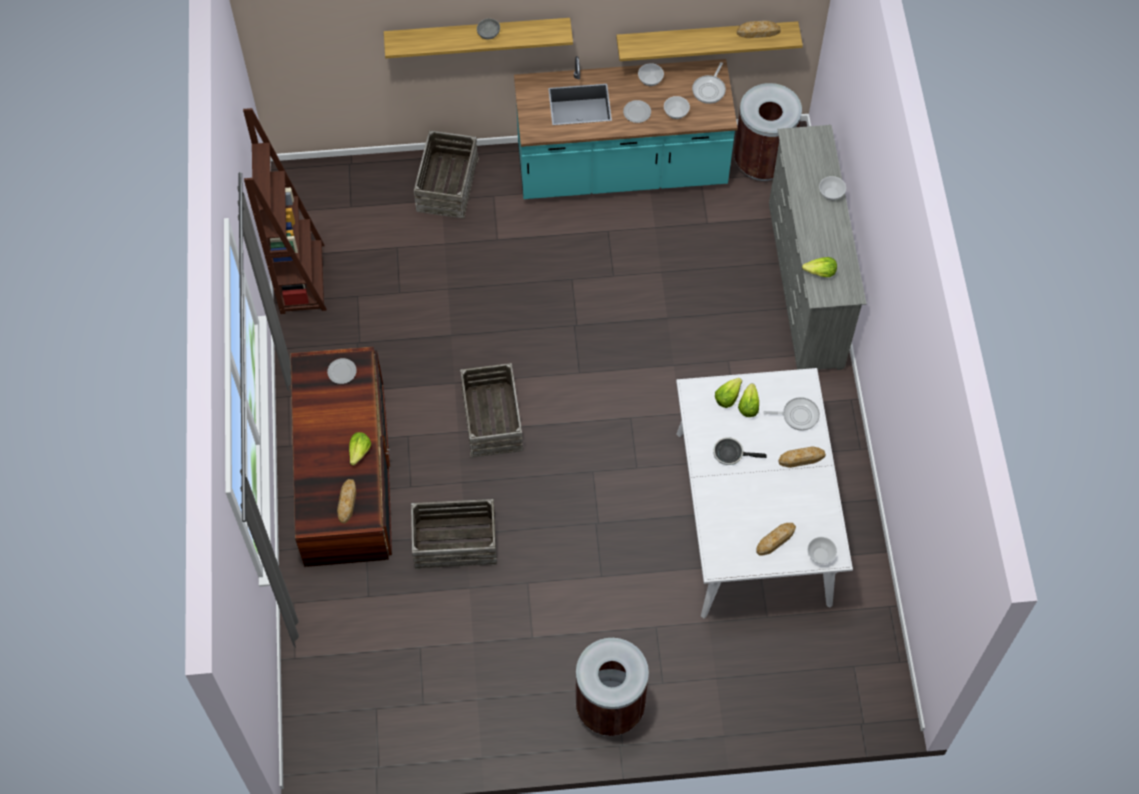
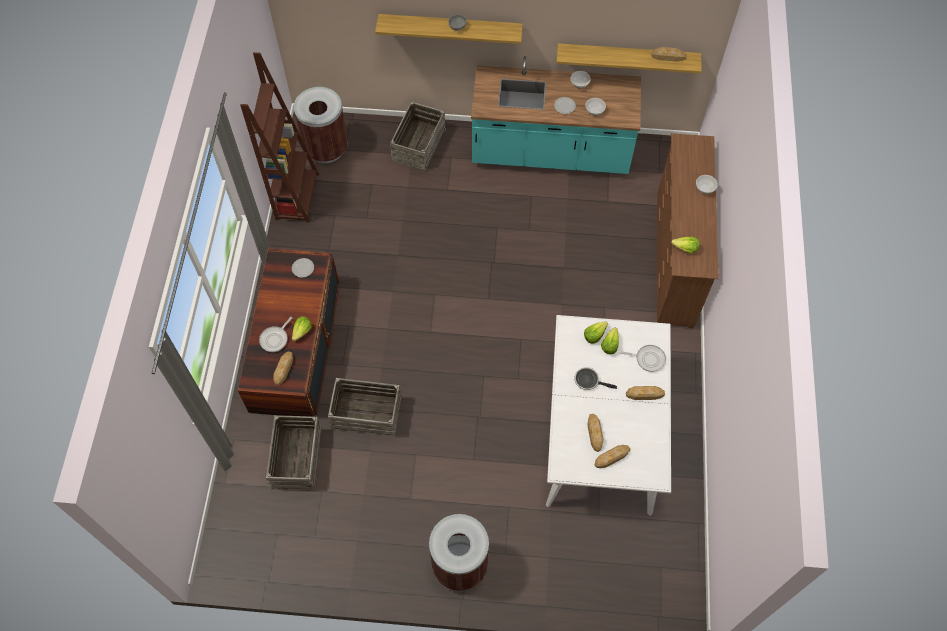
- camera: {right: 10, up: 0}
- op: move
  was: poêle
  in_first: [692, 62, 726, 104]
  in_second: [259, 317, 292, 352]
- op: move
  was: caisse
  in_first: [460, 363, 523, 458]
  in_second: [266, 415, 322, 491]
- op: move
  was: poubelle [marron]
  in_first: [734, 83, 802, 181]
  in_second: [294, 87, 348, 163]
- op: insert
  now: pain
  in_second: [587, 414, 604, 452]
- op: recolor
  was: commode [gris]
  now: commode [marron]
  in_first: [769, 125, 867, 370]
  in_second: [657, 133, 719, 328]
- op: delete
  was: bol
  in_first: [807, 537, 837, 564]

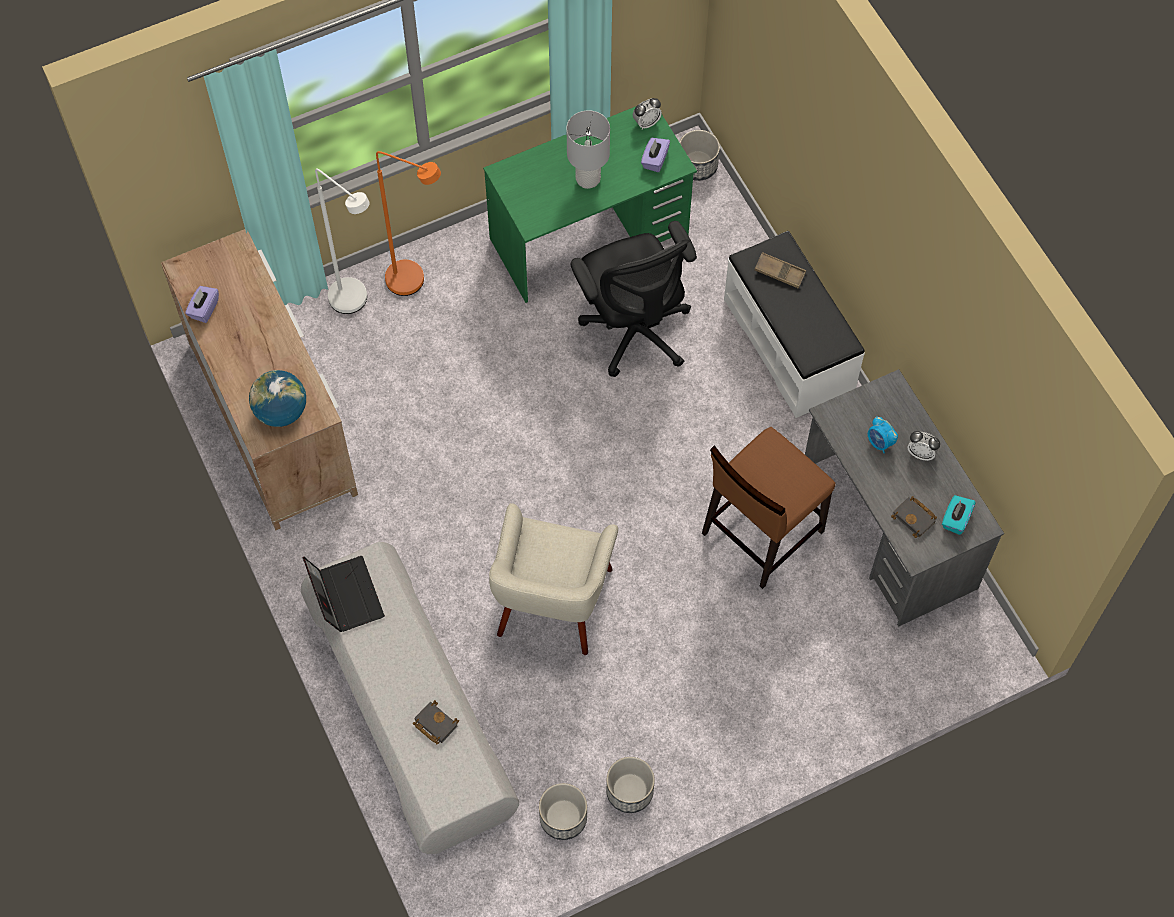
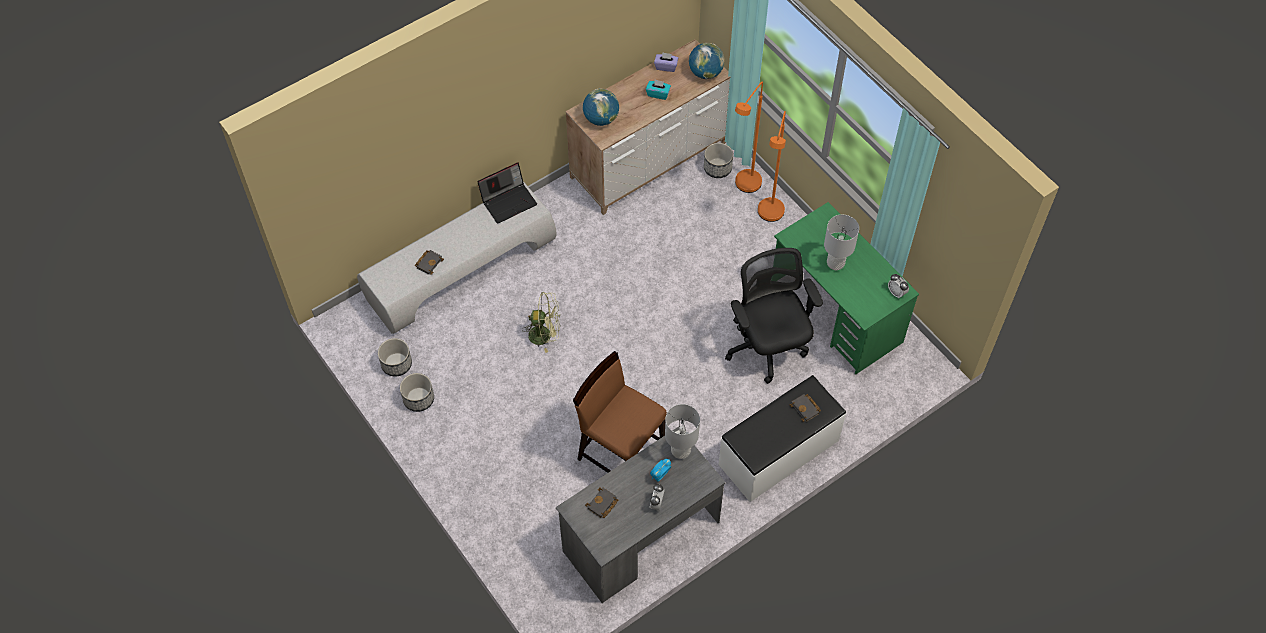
- camera: {right: 80, up: -5}
- op: replace
  was: fauteuil [beige]
  now: ventilateur [vert]
  in_first: [489, 503, 618, 655]
  in_second: [522, 292, 560, 353]
- op: move
  was: boîte à mouchoirs [turquoise]
  in_first: [942, 495, 976, 535]
  in_second: [646, 80, 671, 100]
- op: insert
  now: lampe de table [gris]
  in_second: [665, 404, 700, 459]
- op: insert
  now: globe
  in_second: [689, 43, 725, 79]
- op: move
  was: cache-pot
  in_first: [679, 130, 720, 181]
  in_second: [704, 143, 733, 178]
- op: rotate
  was: chaise de bureau [noir]
  in_first: [570, 221, 697, 377]
  in_second: [725, 248, 823, 384]
  clockwise: 105
- op: recolor
  was: lampadaire [blanc]
  now: lampadaire [orange]
  in_first: [315, 168, 370, 314]
  in_second: [735, 82, 763, 193]
- op: replace
  was: plateau [marron]
  now: livre [noir]
  in_first: [754, 252, 806, 289]
  in_second: [790, 394, 821, 422]
- op: delete
  was: boîte à mouchoirs [violet]
  in_first: [641, 138, 670, 172]

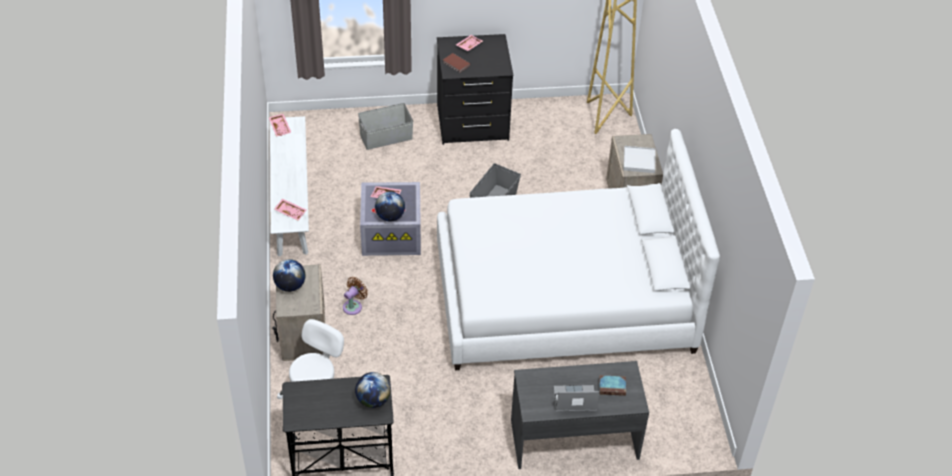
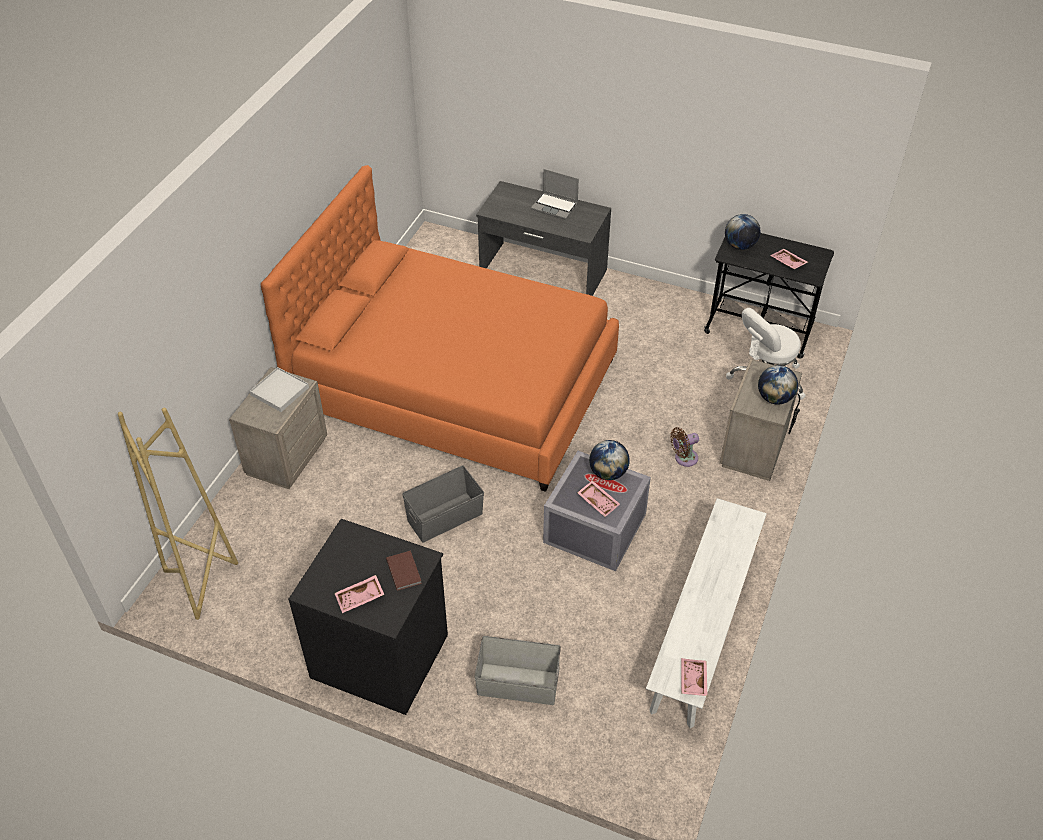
- camera: {right: -150, up: 0}
- op: recolor
  was: lit [blanc]
  now: lit [orange]
  in_first: [437, 129, 720, 370]
  in_second: [261, 165, 619, 492]
- op: move
  was: plateau [rose]
  in_first: [274, 198, 306, 221]
  in_second: [770, 249, 808, 269]
- op: delete
  was: livre
  in_first: [599, 375, 626, 396]

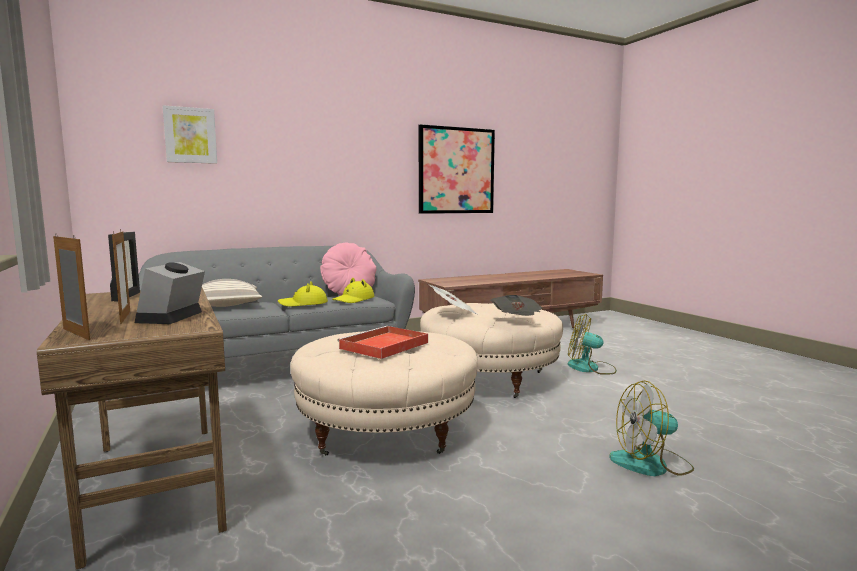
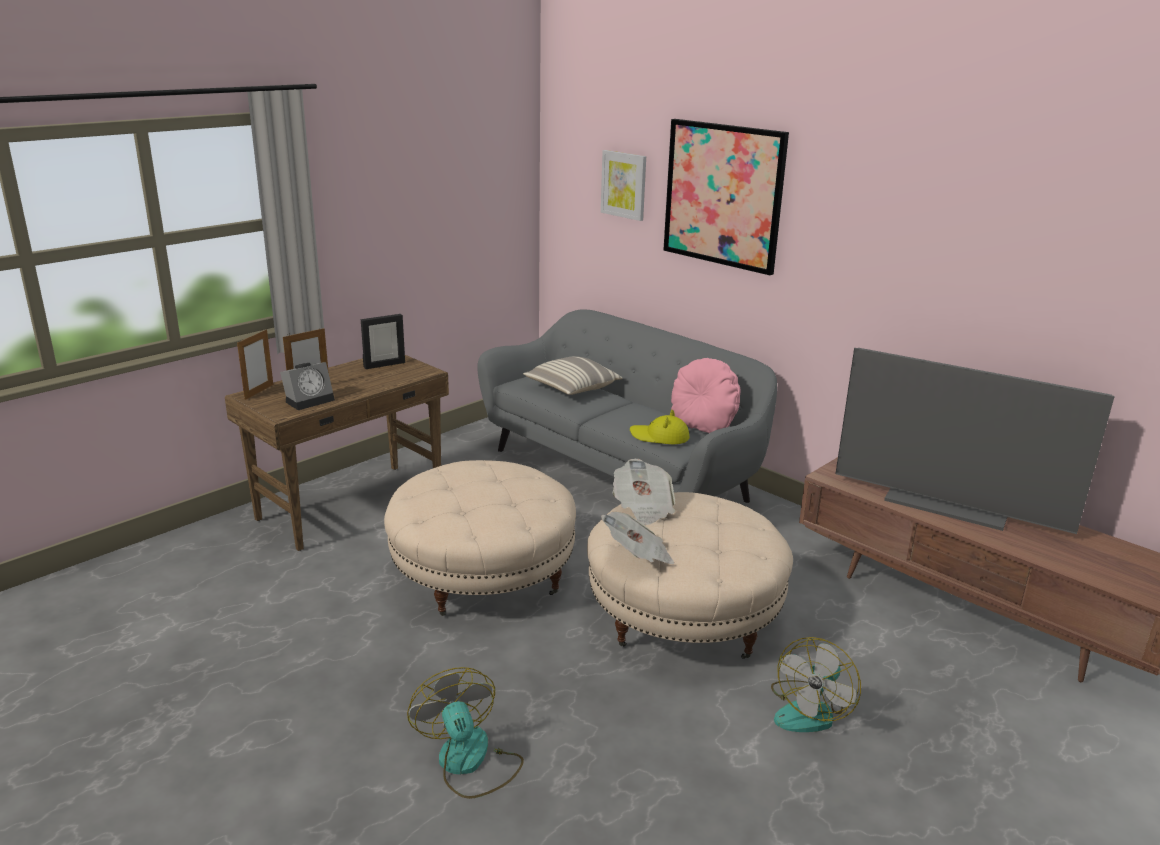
- camera: {right: 70, up: 15}
- op: rotate
  was: réveil
  in_first: [135, 262, 205, 324]
  in_second: [280, 362, 335, 410]
  clockwise: 150
- op: move
  was: tableau
  in_first: [419, 124, 495, 214]
  in_second: [664, 119, 789, 275]
- op: rotate
  was: ventilateur
  in_first: [568, 314, 617, 374]
  in_second: [771, 637, 861, 732]
  clockwise: -150
- op: insert
  now: téléviseur
  in_second: [835, 348, 1115, 534]
- op: delete
  was: chapeau [jaune]
  in_first: [278, 281, 328, 307]
- op: delete
  was: plateau [rouge]
  in_first: [337, 326, 428, 359]

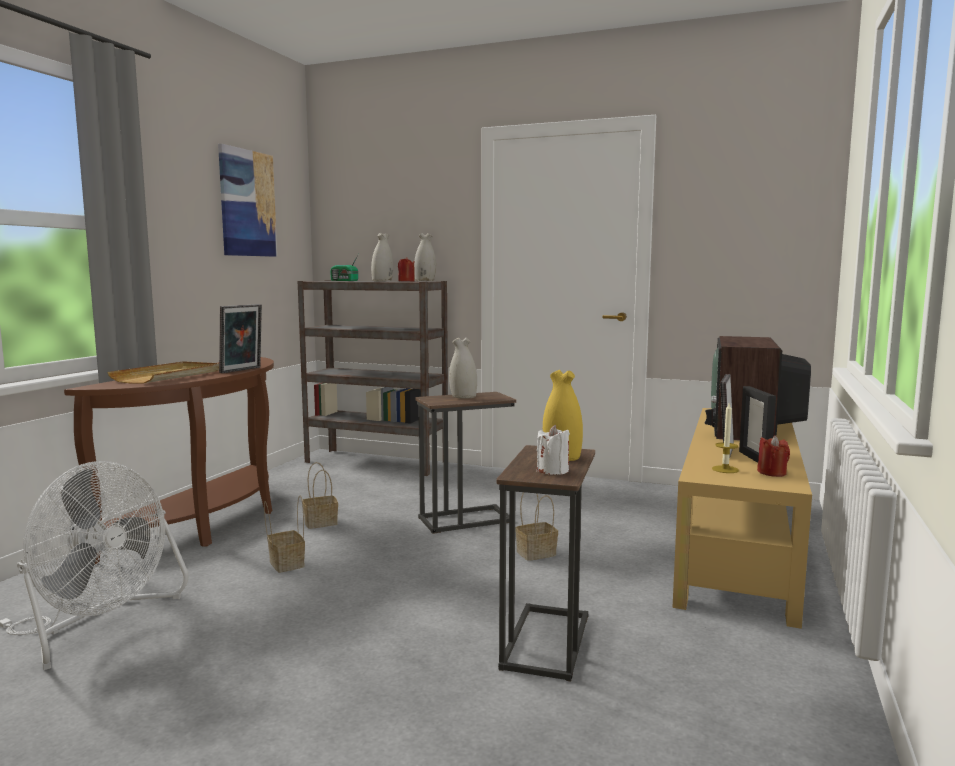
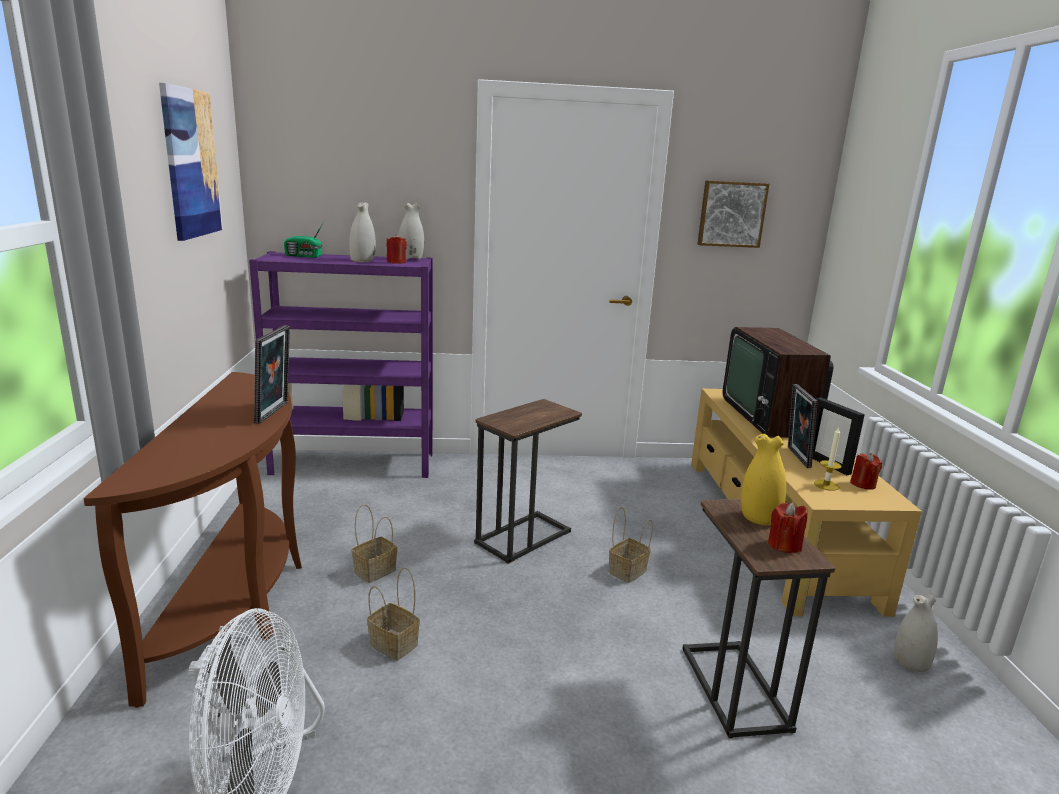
- camera: {right: -25, up: 10}
- op: recolor
  was: bibliothèque [gris]
  now: bibliothèque [violet]
  in_first: [298, 280, 448, 476]
  in_second: [249, 251, 433, 478]
- op: insert
  now: tableau
  in_second: [698, 180, 769, 248]
- op: recolor
  was: bougie [blanc]
  now: bougie [rouge]
  in_first: [537, 425, 570, 475]
  in_second: [768, 502, 808, 553]
- op: move
  was: vase [blanc]
  in_first: [449, 338, 477, 399]
  in_second: [894, 594, 938, 672]
- op: delete
  was: plateau [beige]
  in_first: [107, 361, 219, 384]

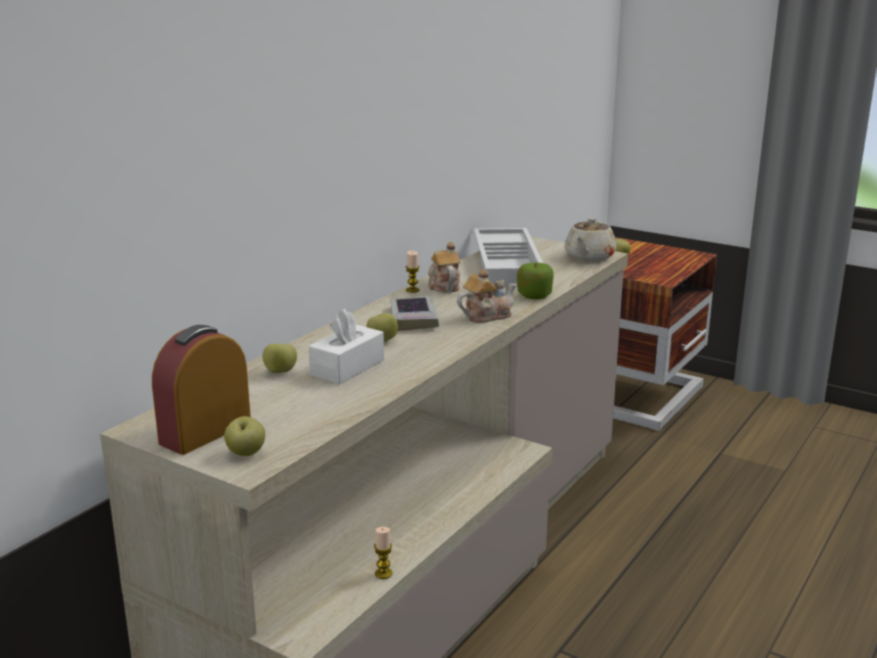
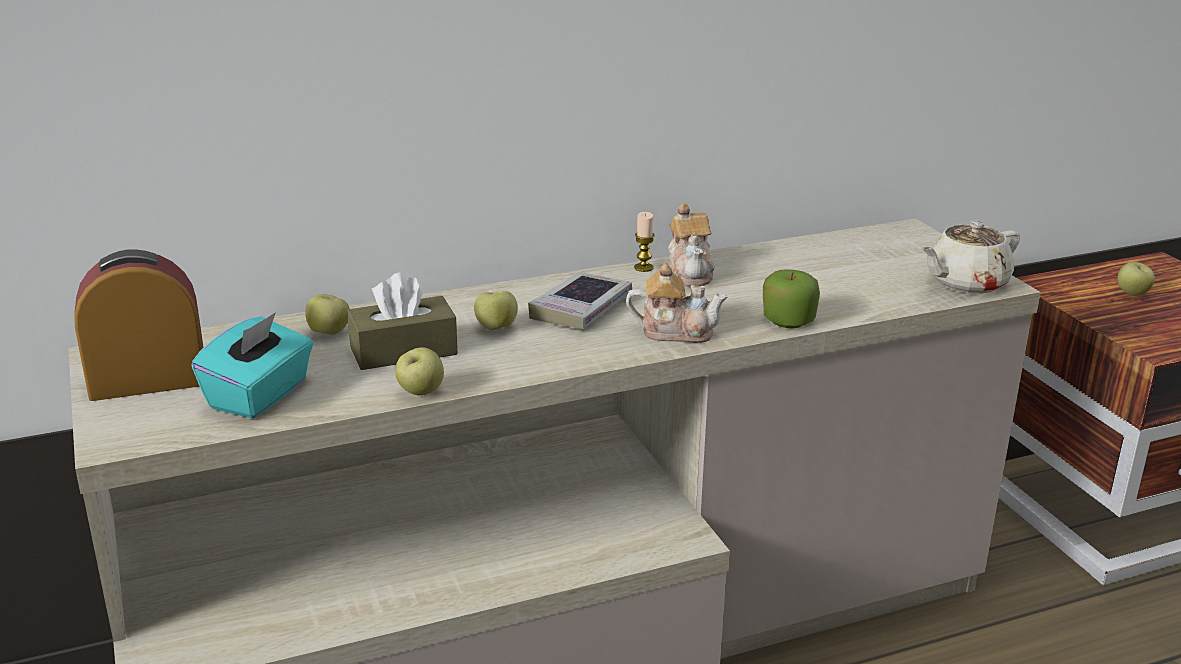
- camera: {right: 35, up: 5}
- op: insert
  now: boîte à mouchoirs [turquoise]
  in_second: [191, 312, 313, 419]
- op: recolor
  was: boîte à mouchoirs [blanc]
  now: boîte à mouchoirs [marron]
  in_first: [309, 309, 384, 384]
  in_second: [347, 272, 458, 370]
- op: move
  was: pomme
  in_first: [224, 416, 265, 456]
  in_second: [395, 348, 444, 396]
- op: rotate
  was: théière
  in_first: [428, 242, 460, 293]
  in_second: [668, 203, 715, 287]
  clockwise: 150
- op: delete
  was: bougie
  in_first: [374, 527, 392, 579]
- op: delete
  was: plateau [blanc]
  in_first: [474, 228, 543, 287]

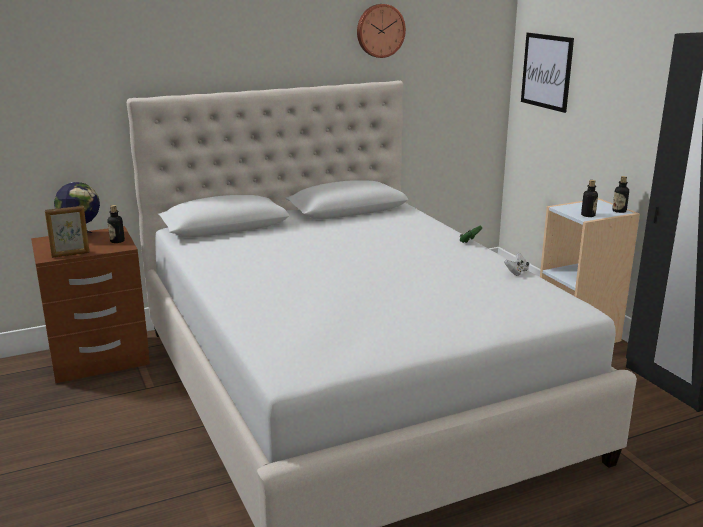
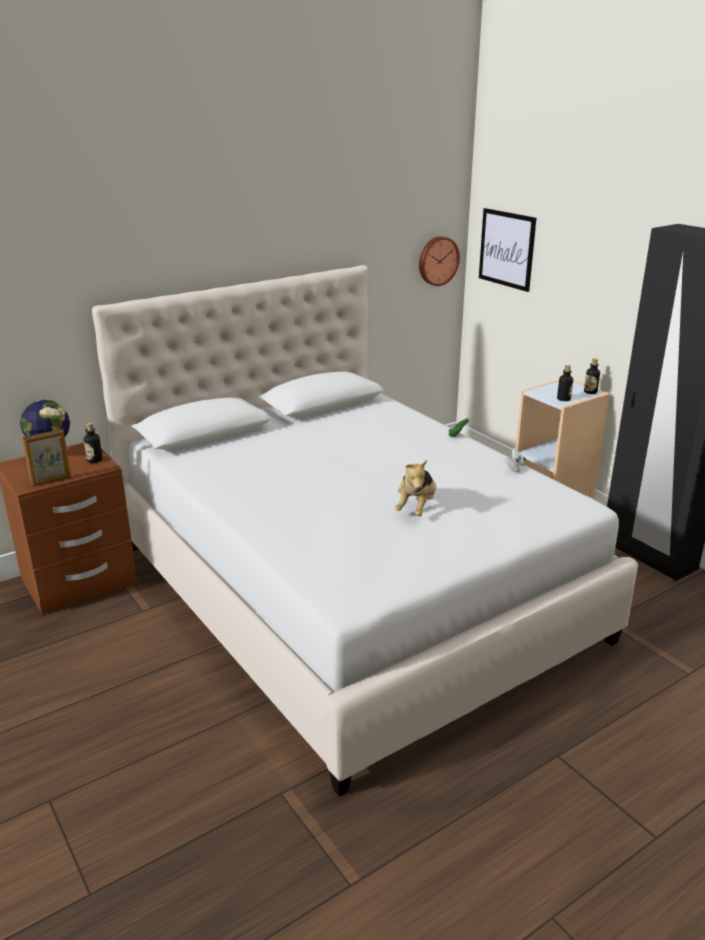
- camera: {right: -10, up: 5}
- op: insert
  now: peluche
  in_second: [394, 460, 436, 516]
- op: move
  was: horloge murale
  in_first: [357, 4, 406, 58]
  in_second: [419, 236, 460, 286]

